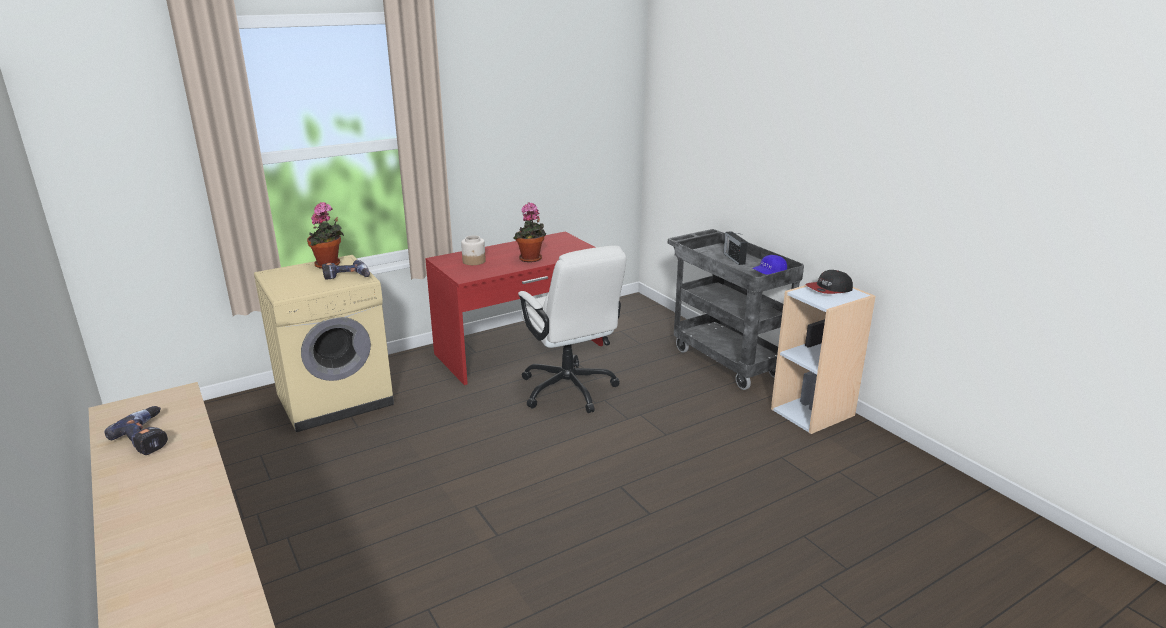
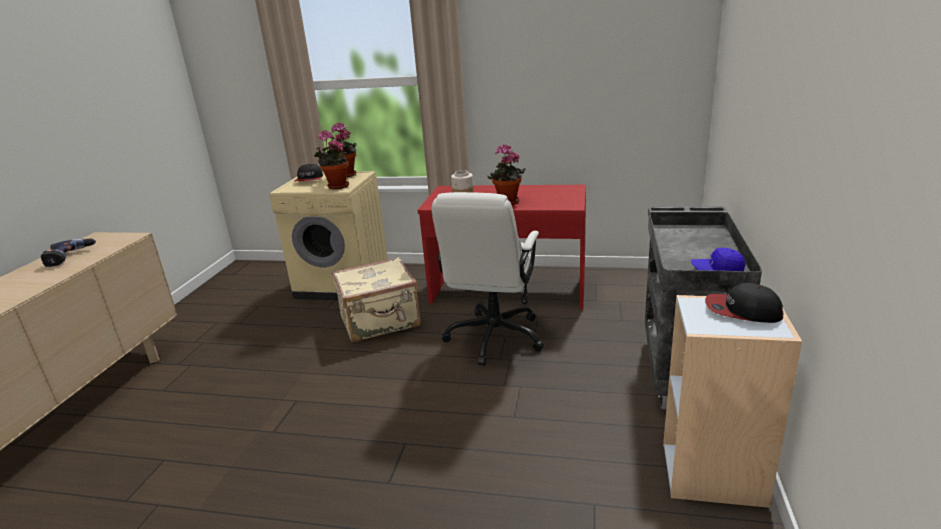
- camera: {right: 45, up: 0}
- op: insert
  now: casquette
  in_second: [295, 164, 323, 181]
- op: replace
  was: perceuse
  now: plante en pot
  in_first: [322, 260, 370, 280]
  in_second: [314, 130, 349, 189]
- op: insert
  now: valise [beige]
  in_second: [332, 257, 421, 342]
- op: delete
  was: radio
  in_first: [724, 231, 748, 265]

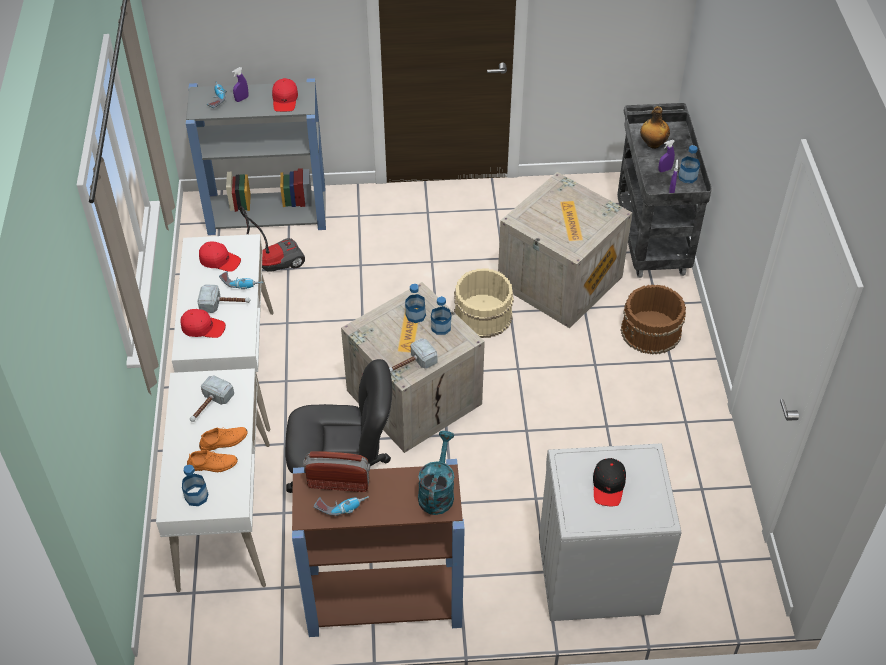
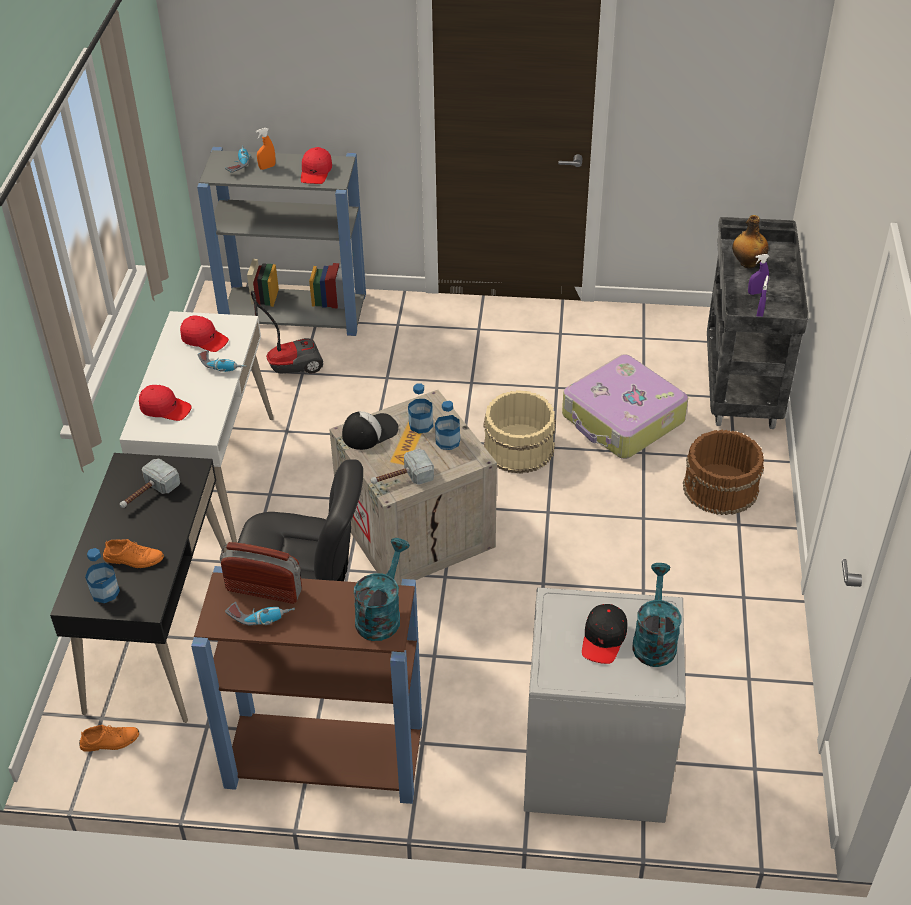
- camera: {right: 10, up: -5}
- op: recolor
  was: bureau [blanc]
  now: bureau [noir]
  in_first: [156, 368, 270, 592]
  in_second: [50, 453, 227, 723]
- op: move
  was: chaussure [orange]
  in_first: [199, 427, 248, 451]
  in_second: [79, 725, 139, 752]
- op: recolor
  was: vaporisateur [violet]
  now: vaporisateur [orange]
  in_first: [232, 67, 248, 102]
  in_second: [256, 128, 276, 170]
- op: insert
  now: casquette
  in_second: [342, 411, 399, 450]
- op: replace
  was: caisse
  now: valise
  in_first: [498, 172, 632, 328]
  in_second: [562, 354, 688, 459]
- op: insert
  now: arrosoir [turquoise]
  in_second: [632, 563, 682, 667]
- op: delete
  was: marteau
  in_first: [197, 284, 250, 313]
- op: delete
  was: bouteille
  in_first: [679, 145, 700, 183]

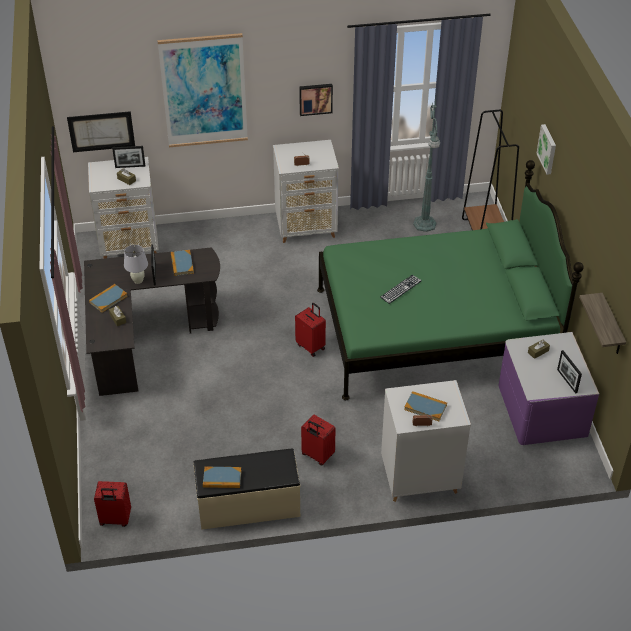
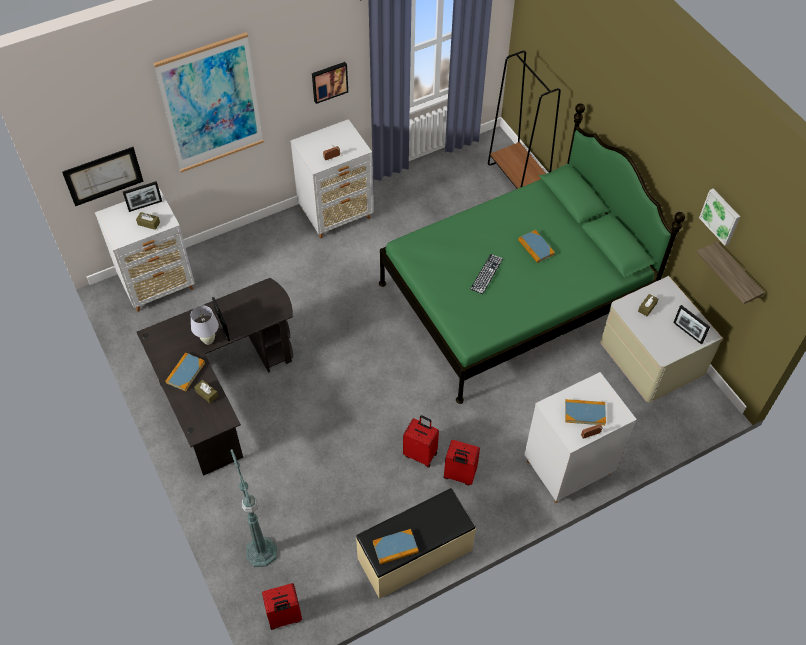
- camera: {right: -20, up: 10}
- op: move
  was: lampadaire [vert]
  in_first: [413, 97, 440, 232]
  in_second: [231, 449, 277, 567]
- op: move
  was: valise [rouge]
  in_first: [295, 303, 326, 357]
  in_second: [403, 415, 439, 468]
- op: move
  was: livre
  in_first: [171, 250, 194, 276]
  in_second: [518, 230, 555, 263]
- op: recolor
  was: table de chevet [violet]
  now: table de chevet [beige]
  in_first: [498, 332, 599, 445]
  in_second: [600, 276, 723, 402]
- op: move
  was: tableau
  in_first: [536, 124, 556, 175]
  in_second: [699, 189, 740, 246]

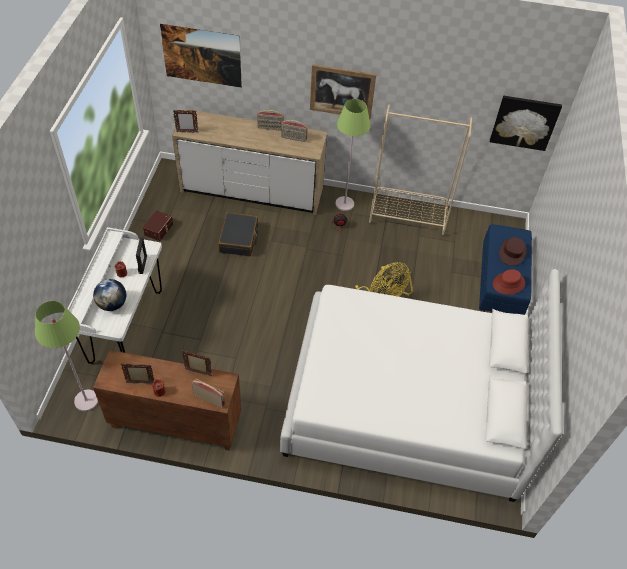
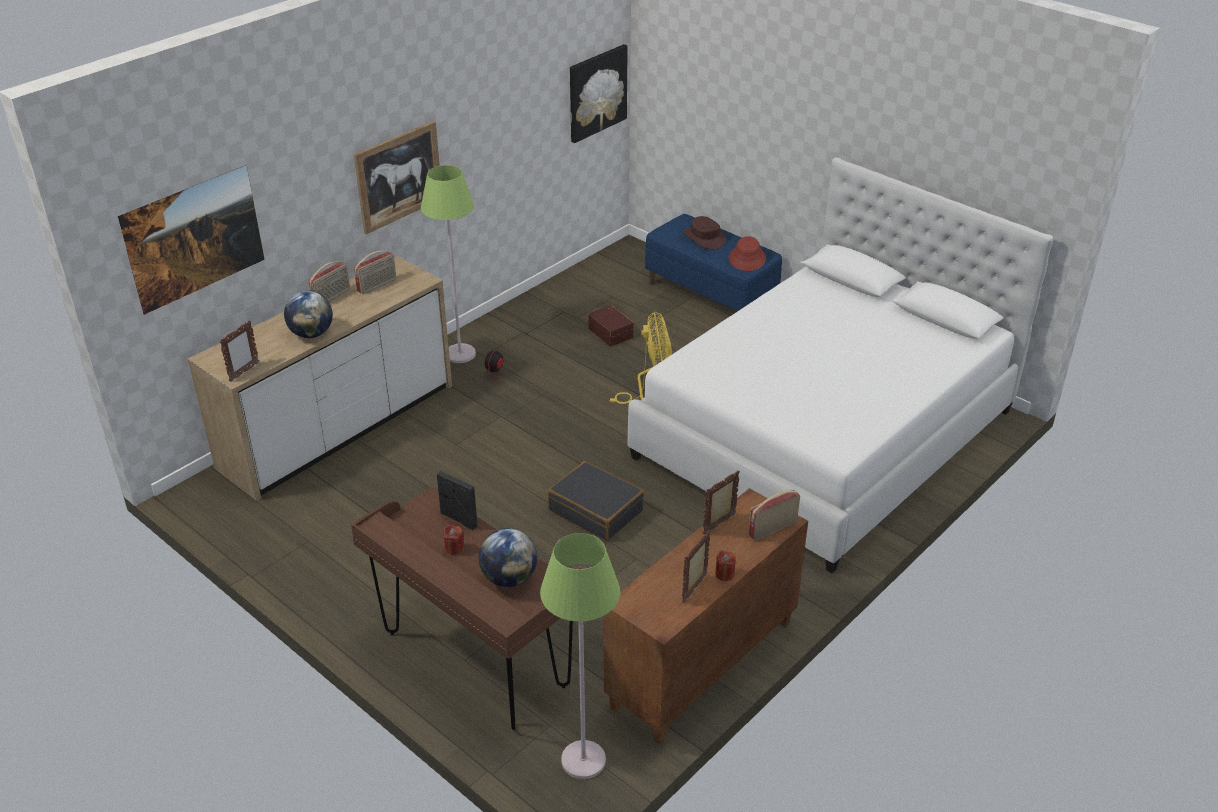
- camera: {right: -55, up: -15}
- op: insert
  now: globe
  in_second: [284, 291, 333, 338]
- op: recolor
  was: bureau [blanc]
  now: bureau [marron]
  in_first: [68, 227, 162, 364]
  in_second: [351, 488, 573, 730]
- op: move
  was: valise [noir]
  in_first: [218, 213, 258, 256]
  in_second: [548, 461, 644, 541]
- op: move
  was: boîte de rangement [marron]
  in_first: [143, 210, 173, 241]
  in_second: [589, 305, 633, 346]
- op: delete
  was: portant [beige]
  in_first: [369, 105, 472, 235]

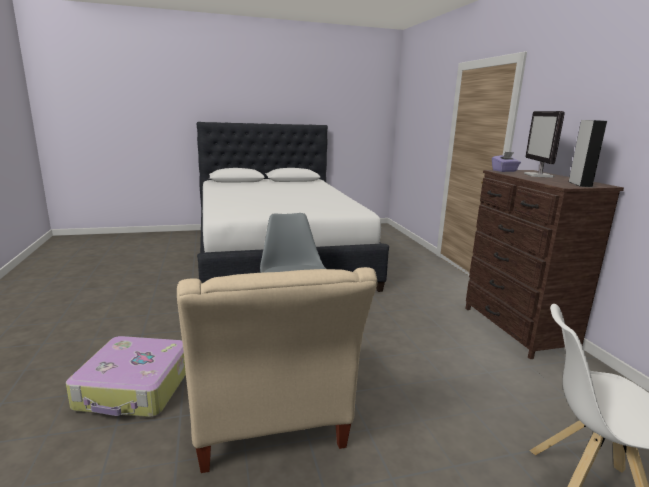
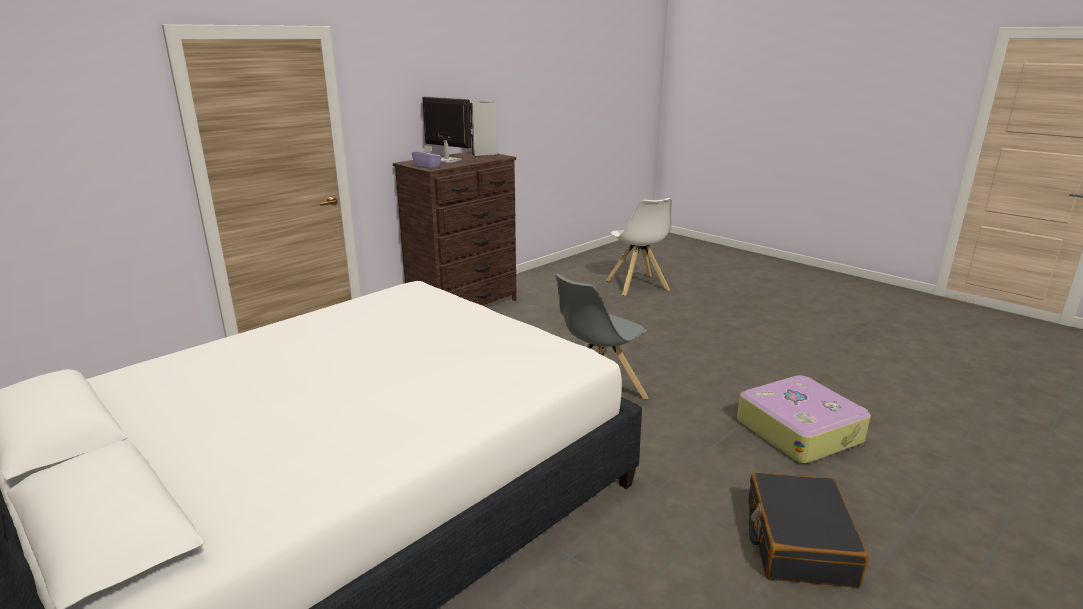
- camera: {right: -120, up: 5}
- op: rotate
  was: écran d'ordinateur
  in_first: [524, 111, 565, 178]
  in_second: [422, 97, 472, 163]
  clockwise: -120
- op: insert
  now: valise [noir]
  in_second: [748, 472, 869, 588]
- op: delete
  was: fauteuil [beige]
  in_first: [177, 267, 377, 473]

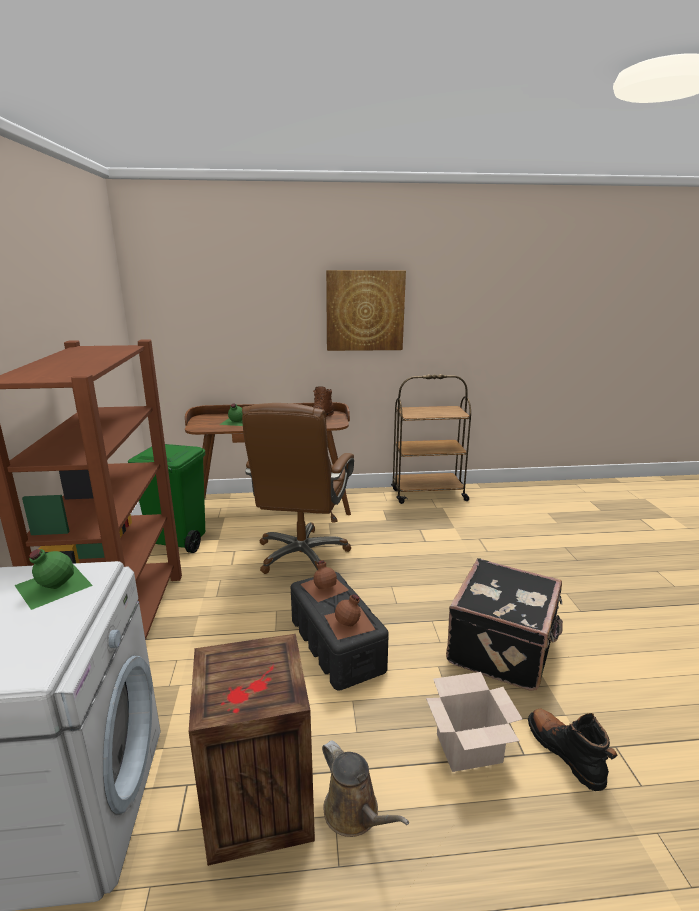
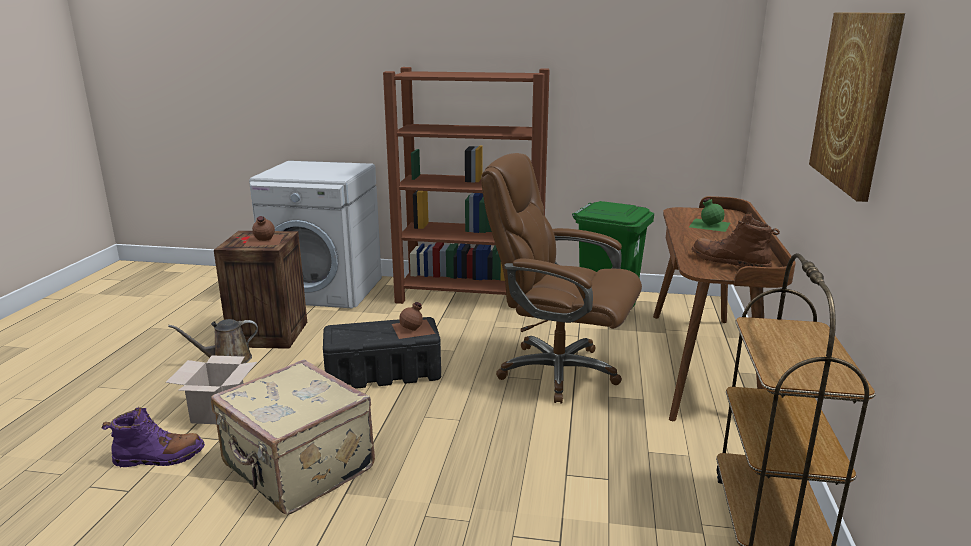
- camera: {right: 105, up: 0}
- op: recolor
  was: botte [noir]
  now: botte [violet]
  in_first: [528, 708, 618, 791]
  in_second: [102, 407, 205, 468]
- op: recolor
  was: valise [noir]
  now: valise [beige]
  in_first: [446, 558, 563, 691]
  in_second: [211, 359, 375, 515]
- op: move
  was: bouteille [marron]
  in_first: [324, 594, 376, 640]
  in_second: [244, 216, 284, 246]
- op: delete
  was: bouteille [vert]
  in_first: [15, 549, 93, 610]

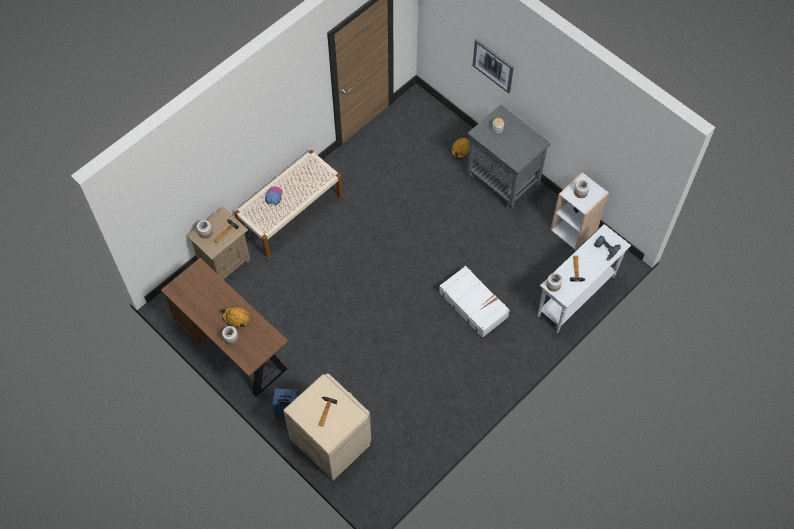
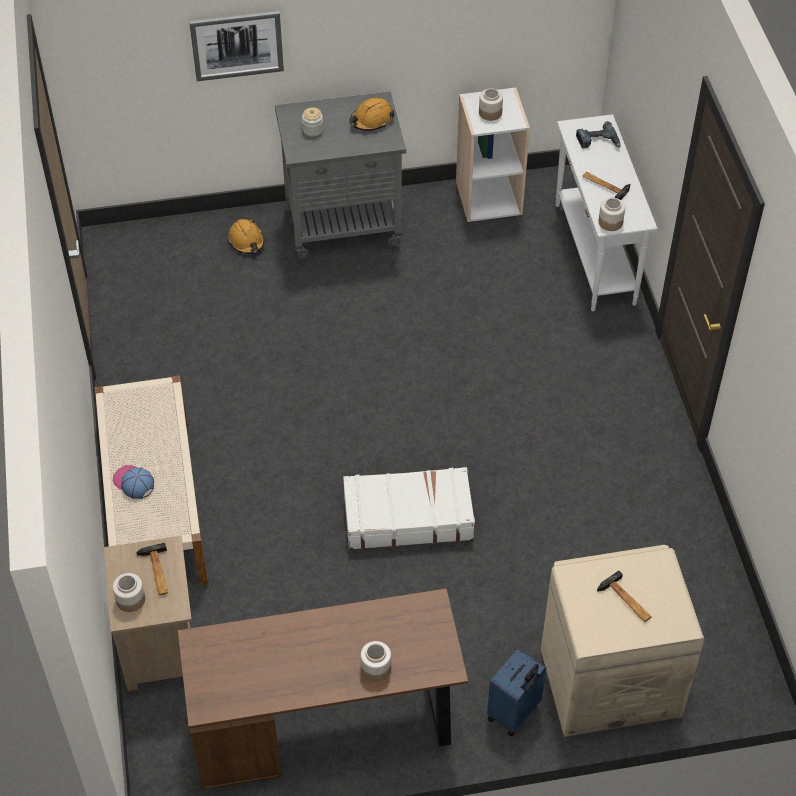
- camera: {right: -55, up: -10}
- op: move
  was: valise [blanc]
  in_first: [439, 266, 510, 338]
  in_second: [343, 467, 475, 550]
- op: move
  was: casque de chantier [orange]
  in_first: [221, 307, 250, 328]
  in_second: [349, 97, 395, 131]

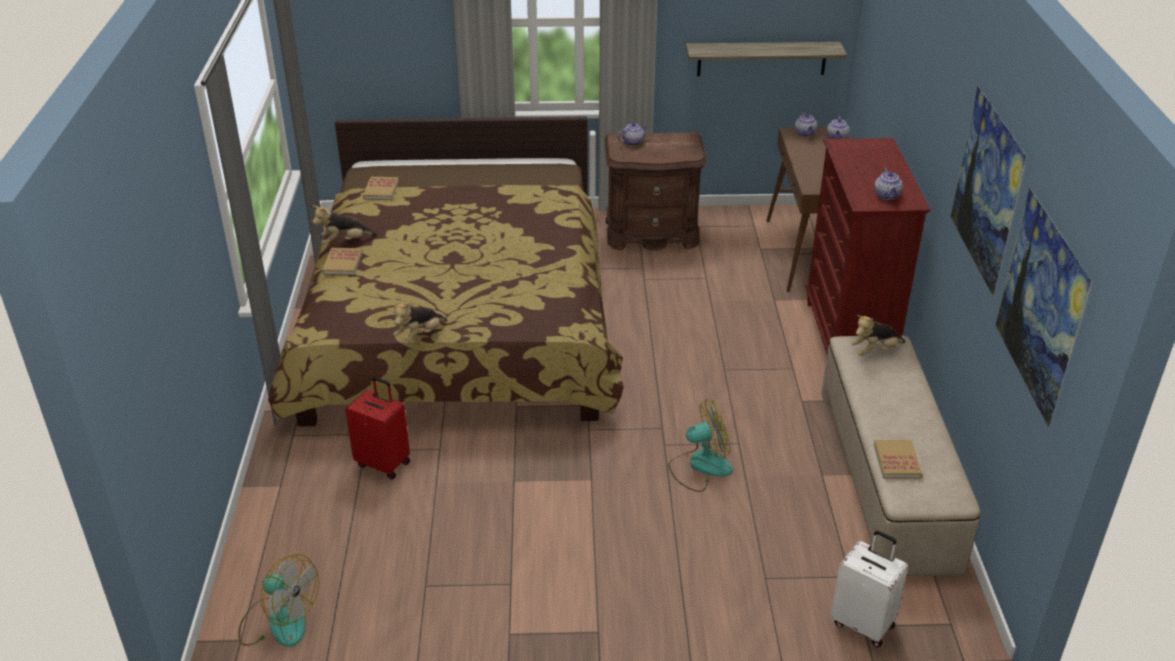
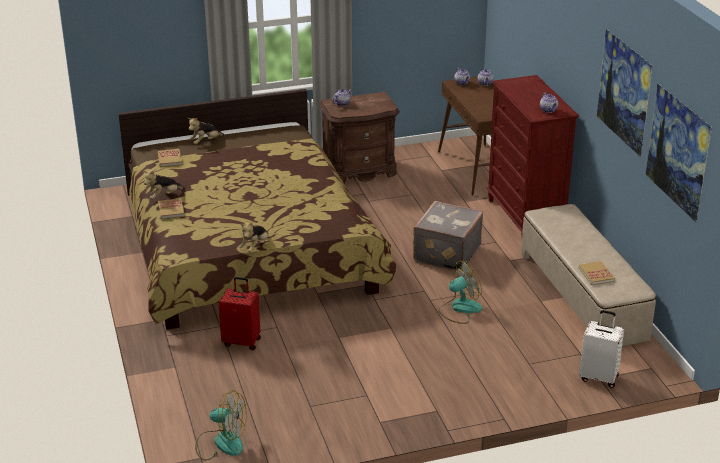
- camera: {right: -15, up: -5}
- op: move
  was: peluche
  in_first: [851, 315, 905, 356]
  in_second: [188, 118, 224, 144]
- op: insert
  now: valise [gris]
  in_second: [413, 201, 483, 271]
- op: delete
  was: étagère
  in_first: [686, 42, 847, 76]

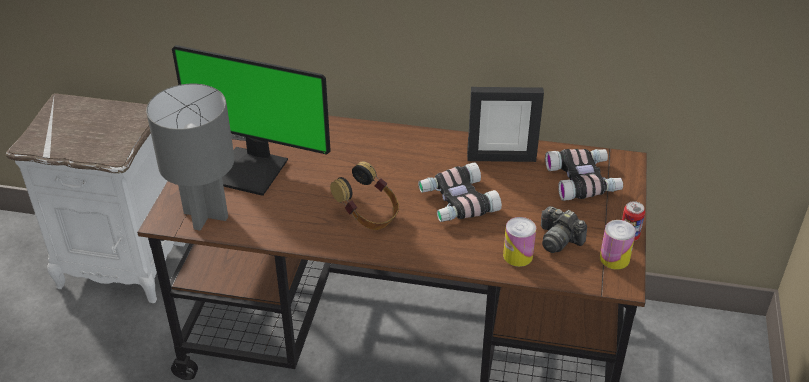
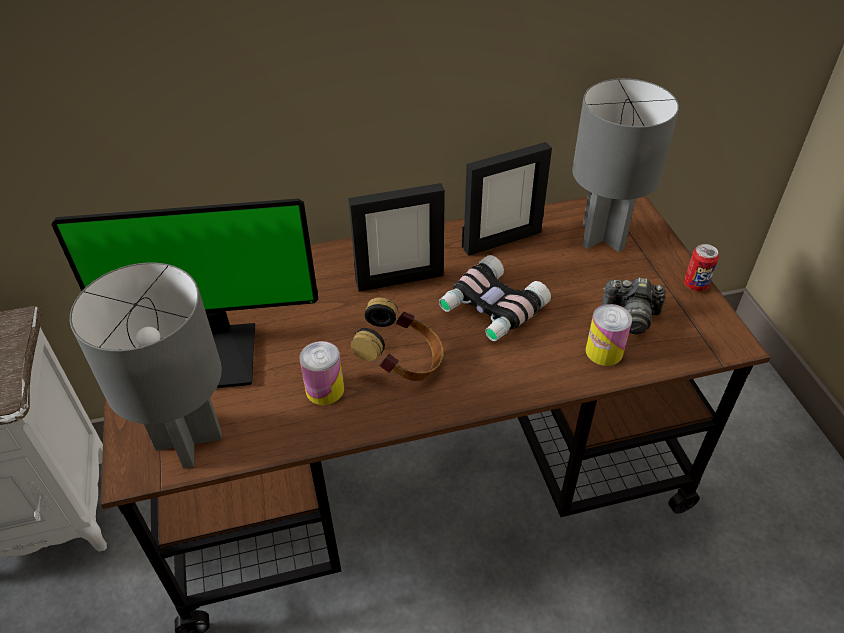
- camera: {right: -25, up: 5}
- op: move
  was: boîte métallique
  in_first: [600, 220, 636, 270]
  in_second: [300, 341, 344, 405]
- op: insert
  now: cadre photo
  in_second: [348, 183, 445, 292]
- op: replace
  was: jumelles
  now: lampe de table [gris]
  in_first: [545, 149, 623, 201]
  in_second: [572, 78, 679, 252]

